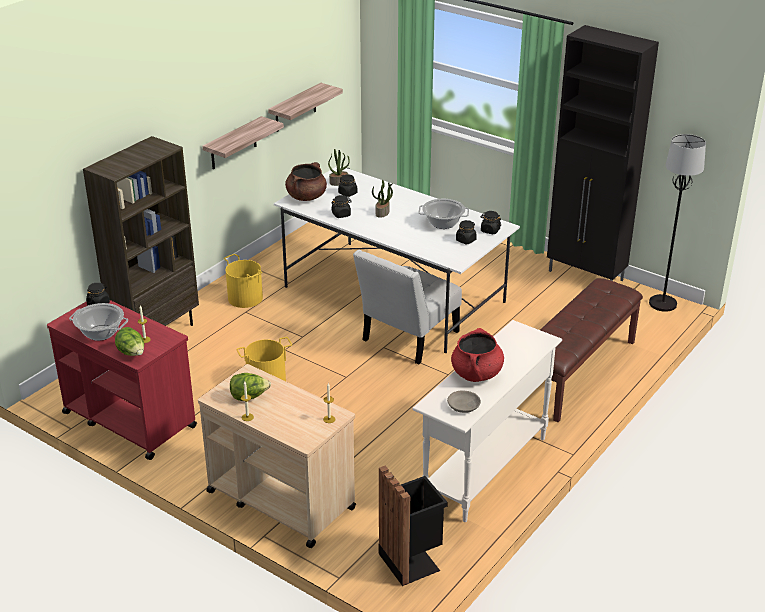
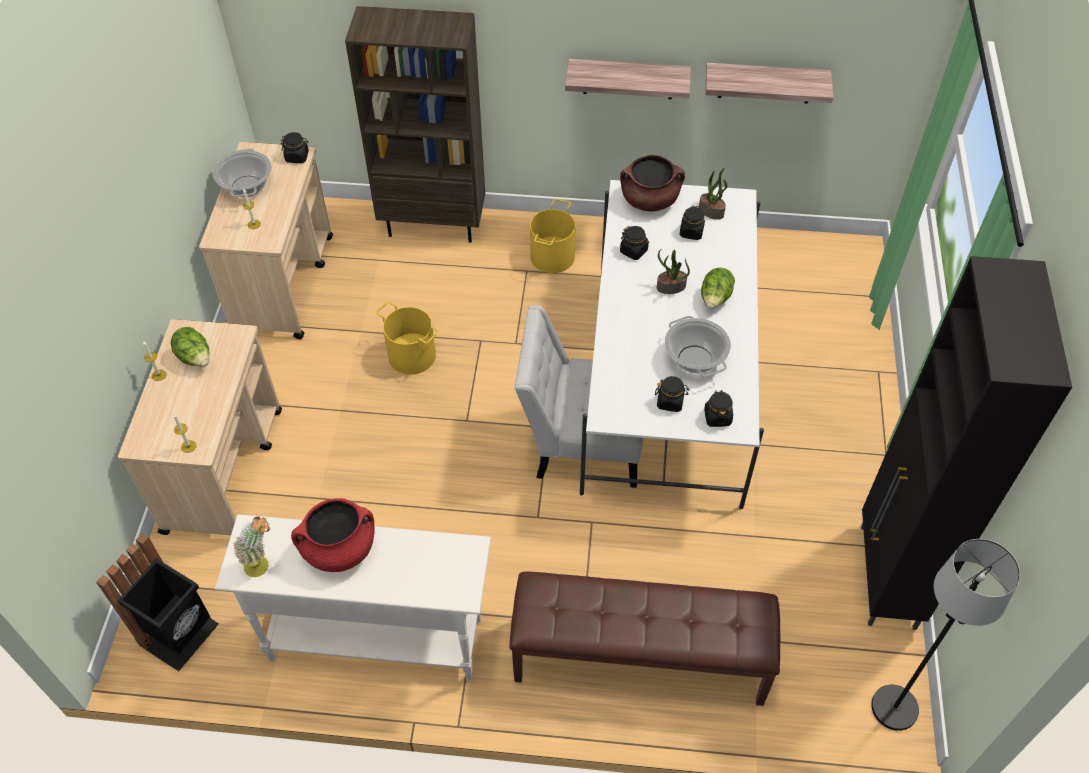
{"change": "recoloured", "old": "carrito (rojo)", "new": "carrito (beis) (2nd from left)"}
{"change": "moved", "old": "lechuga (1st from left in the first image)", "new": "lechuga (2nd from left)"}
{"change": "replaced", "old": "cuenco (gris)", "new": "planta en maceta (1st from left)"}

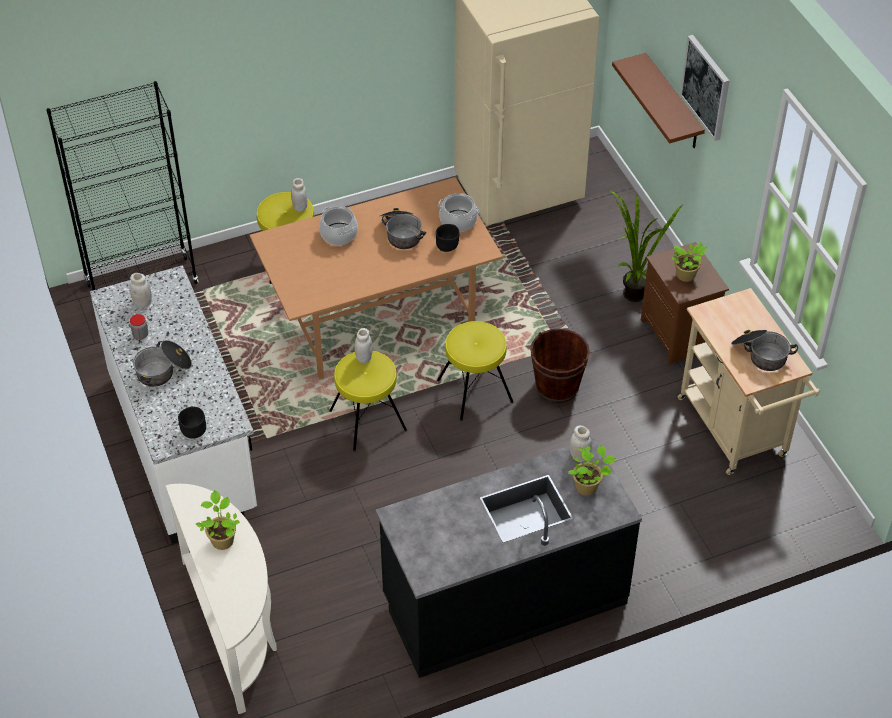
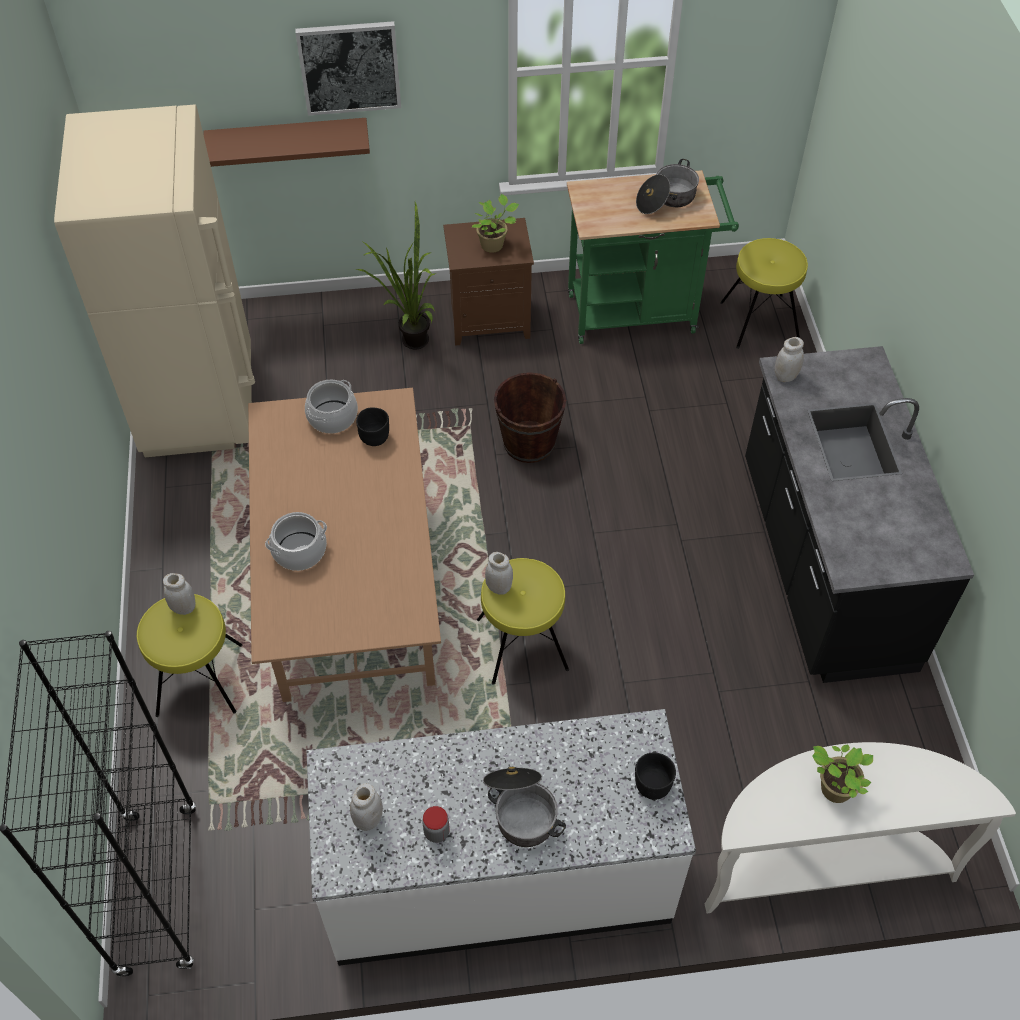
{"change": "removed", "old": "olla (3rd from left)"}
{"change": "moved", "old": "taburete (amarillo) (3rd from left)"}
{"change": "removed", "old": "planta en maceta (2nd from left)"}
{"change": "recoloured", "old": "carrito (beis)", "new": "carrito (verde)"}

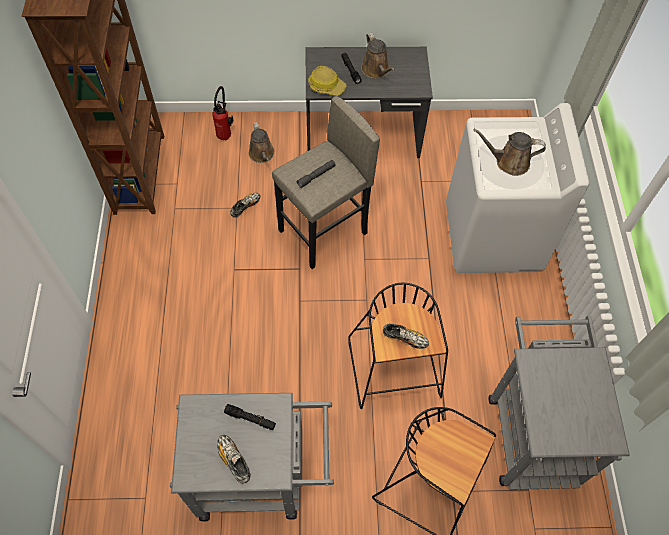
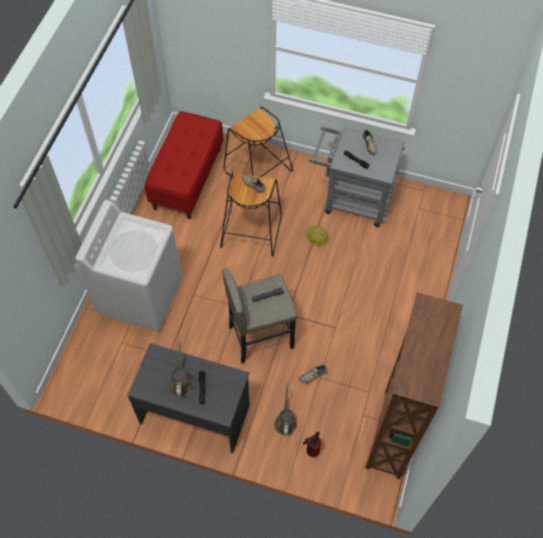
{"change": "moved", "old": "casco"}
{"change": "removed", "old": "regadera (marrón) (3rd from left)"}
{"change": "replaced", "old": "carrito (gris) (2nd from left)", "new": "banco (rojo)"}

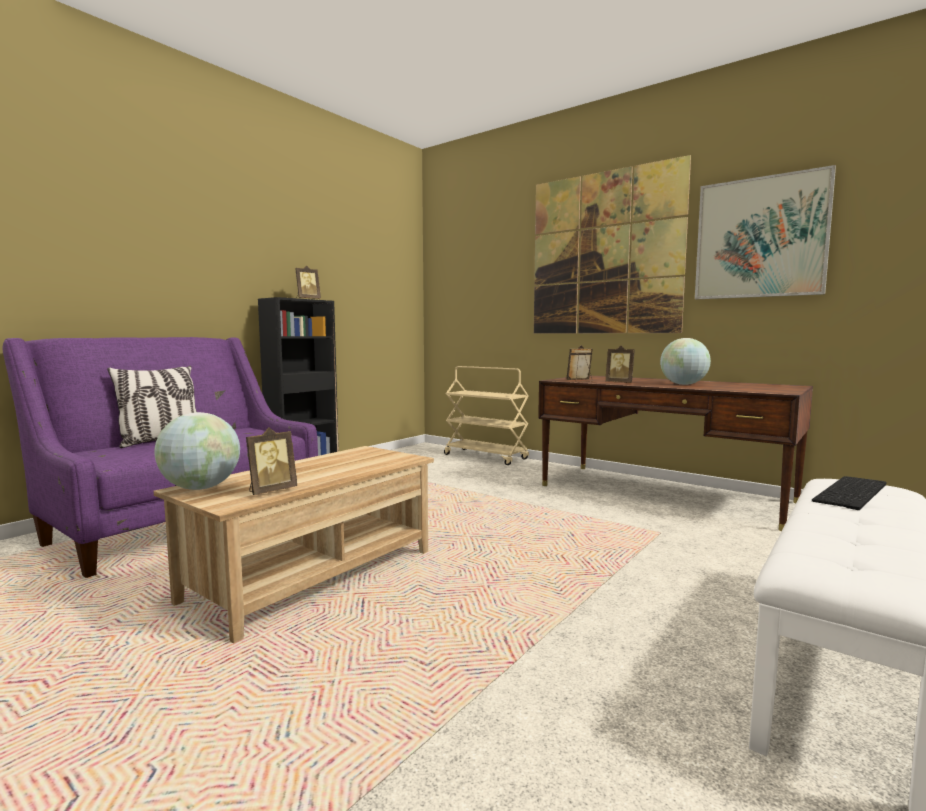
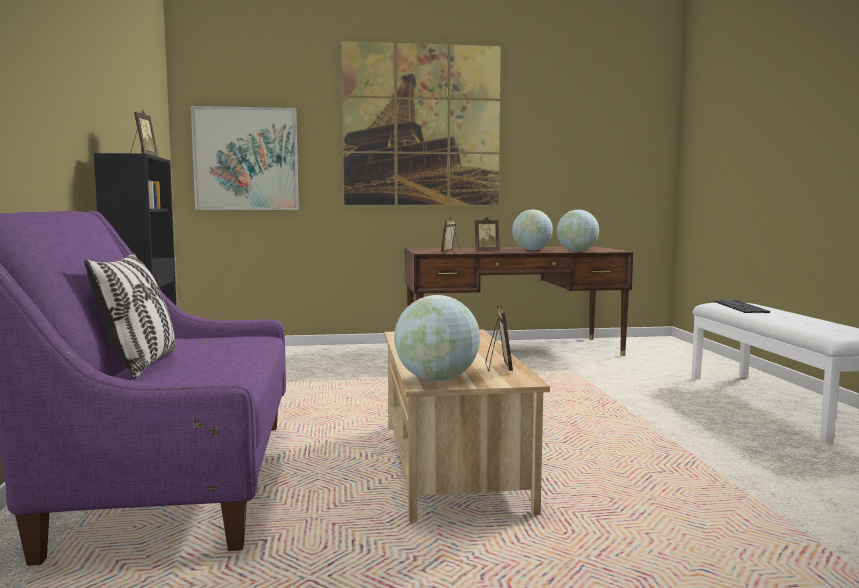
{"change": "removed", "old": "carrito (beis)"}
{"change": "moved", "old": "cuadro (2nd from left in the first image)", "new": "cuadro (1st from left)"}
{"change": "added", "new": "globo terráqueo (3rd from left)"}

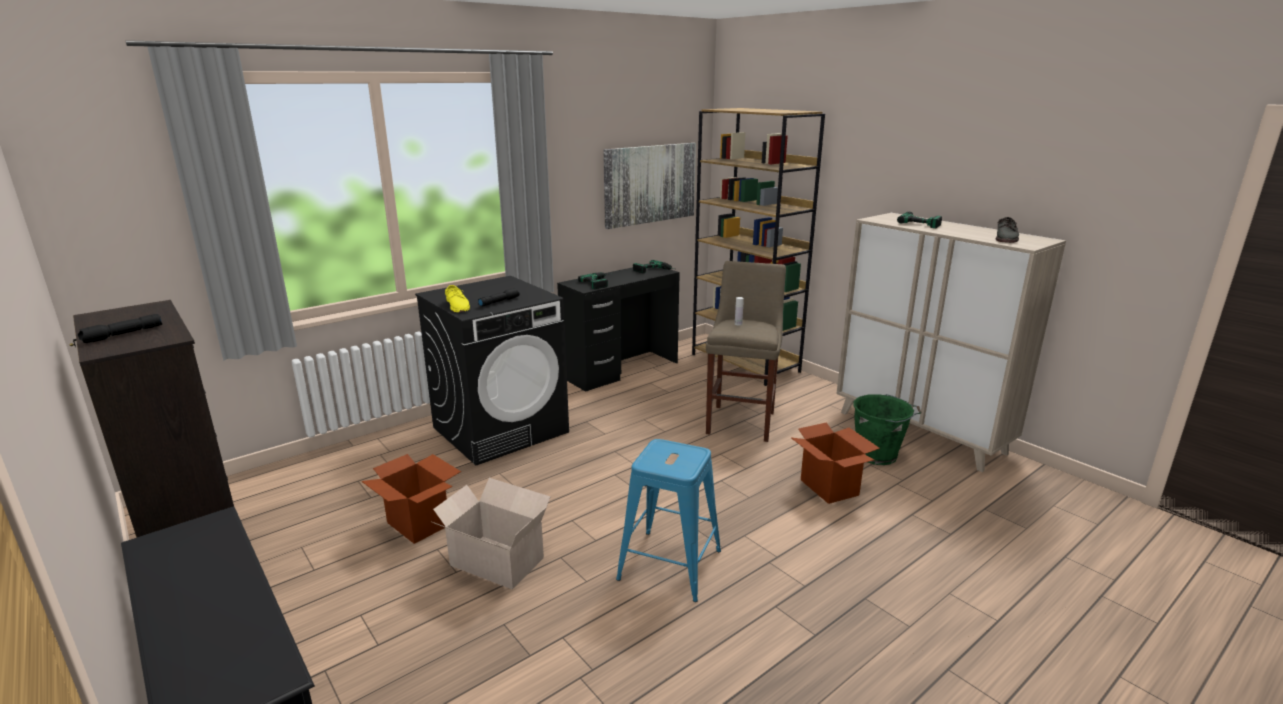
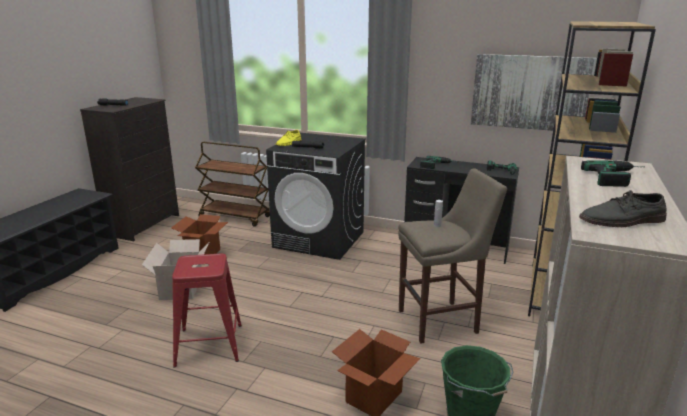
{"change": "recoloured", "old": "taburete (azul)", "new": "taburete (rojo)"}
{"change": "added", "new": "carrito (marrón)"}

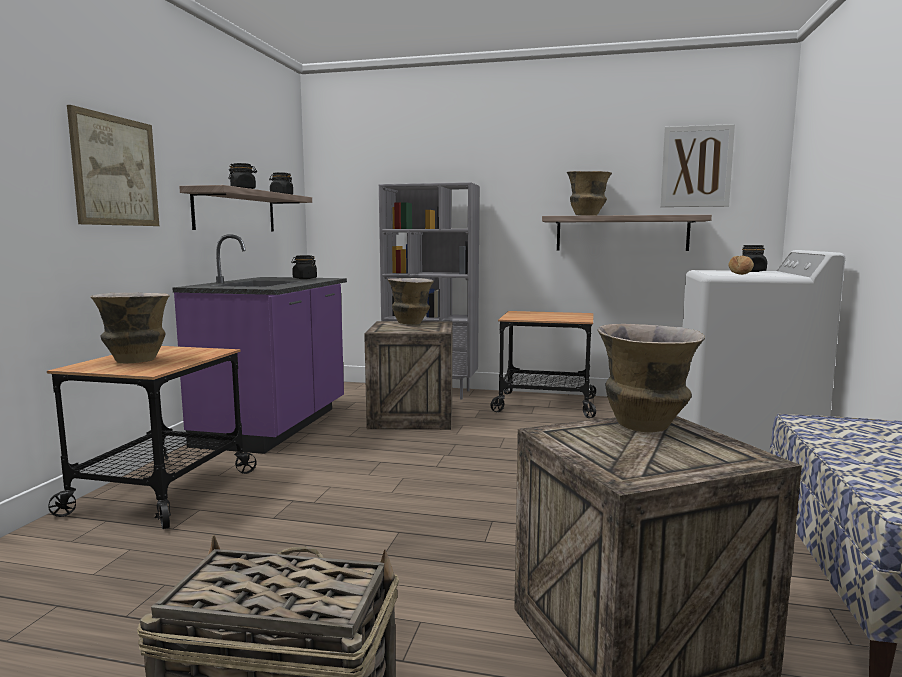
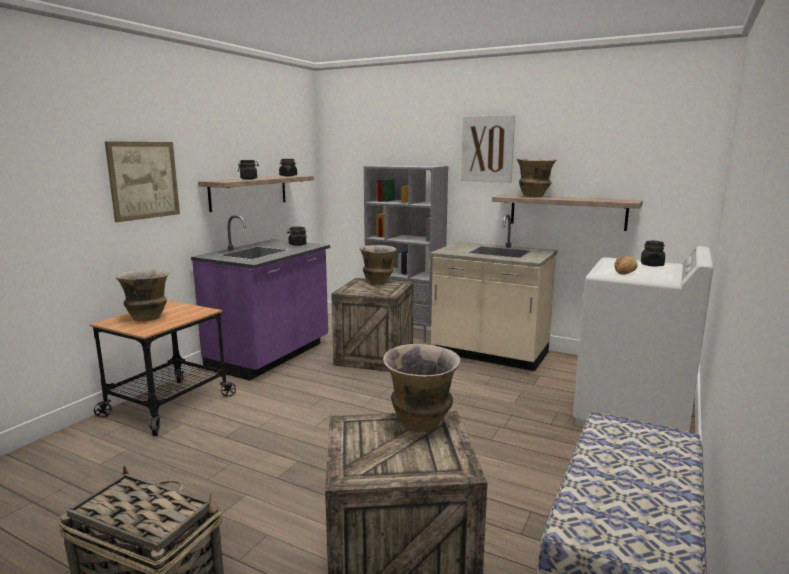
{"change": "replaced", "old": "carrito (2nd from left)", "new": "mueble bajo de cocina (beis)"}
{"change": "moved", "old": "cuadro (2nd from left)"}

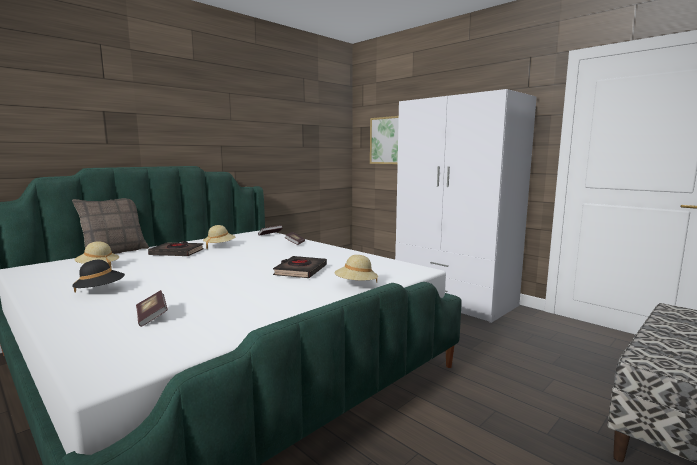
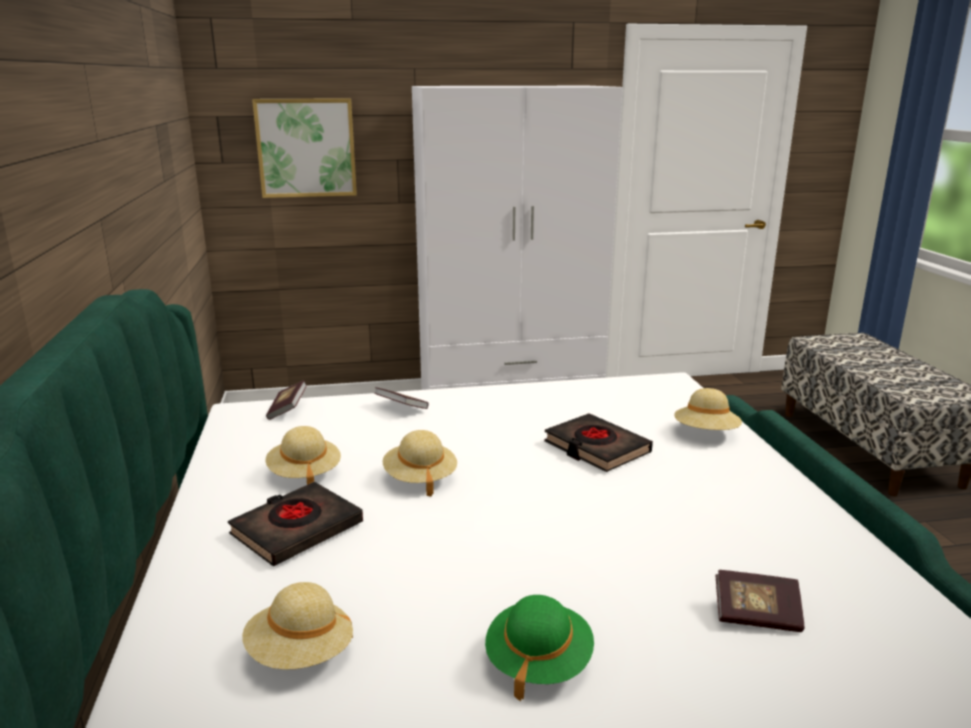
{"change": "removed", "old": "cojín"}
{"change": "recoloured", "old": "sombrero (negro)", "new": "sombrero (verde)"}
{"change": "added", "new": "sombrero (beis) (3rd from left)"}

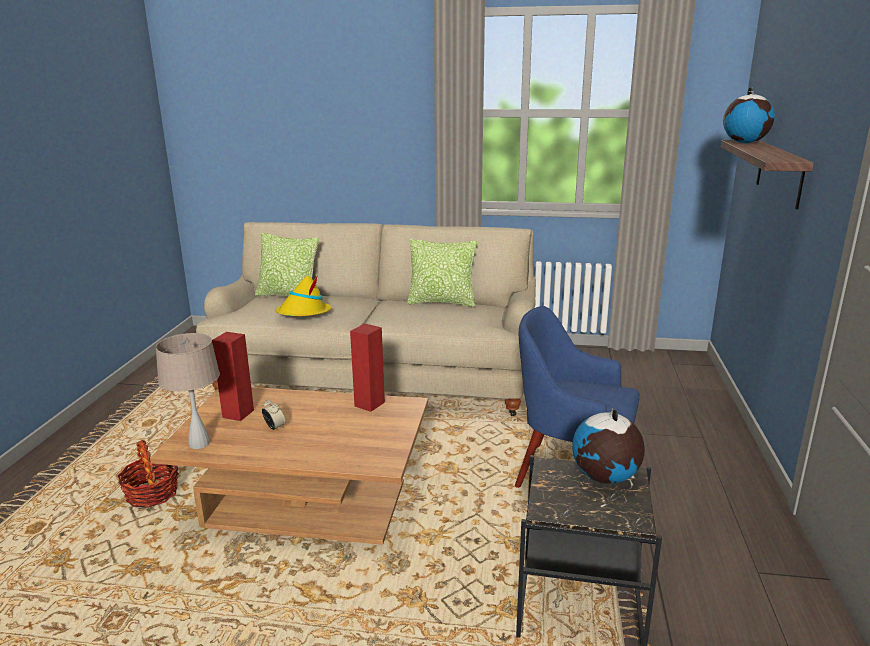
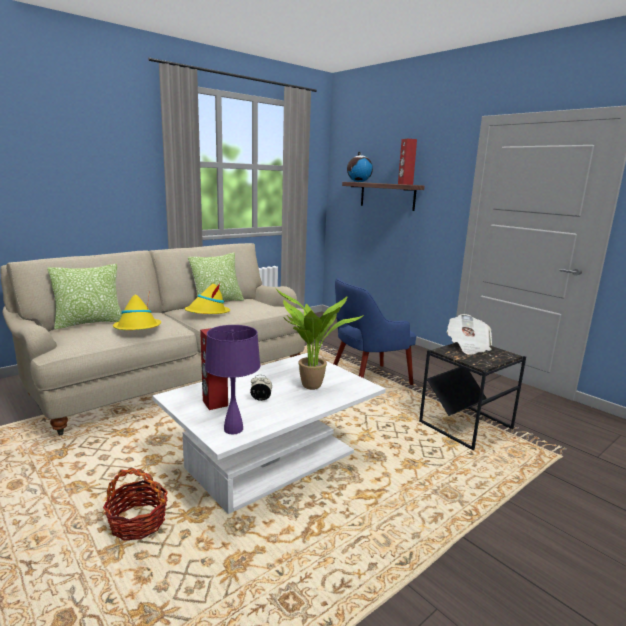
{"change": "recoloured", "old": "mesa de centro (marrón)", "new": "mesa de centro (blanco)"}
{"change": "recoloured", "old": "lámpara de mesa (beis)", "new": "lámpara de mesa (morado)"}
{"change": "moved", "old": "altavoz (rojo) (2nd from left)"}
{"change": "replaced", "old": "globo terráqueo (1st from left)", "new": "periódico"}
{"change": "added", "new": "sombrero (amarillo) (2nd from left)"}
{"change": "added", "new": "planta en maceta"}

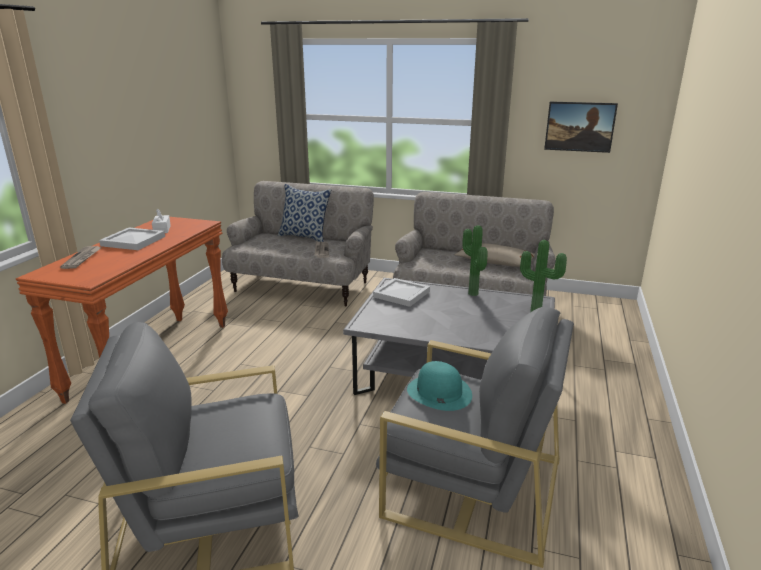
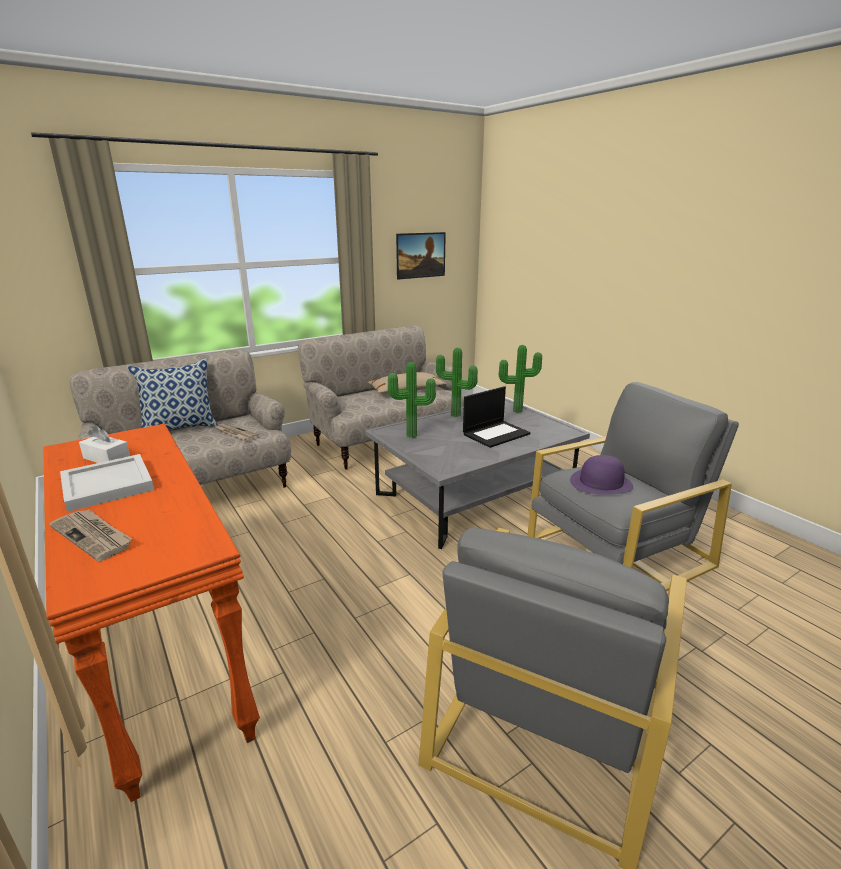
{"change": "replaced", "old": "bandeja (blanco) (2nd from left)", "new": "planta en maceta (1st from left)"}
{"change": "recoloured", "old": "sombrero (turquesa)", "new": "sombrero (morado)"}
{"change": "added", "new": "portátil"}

